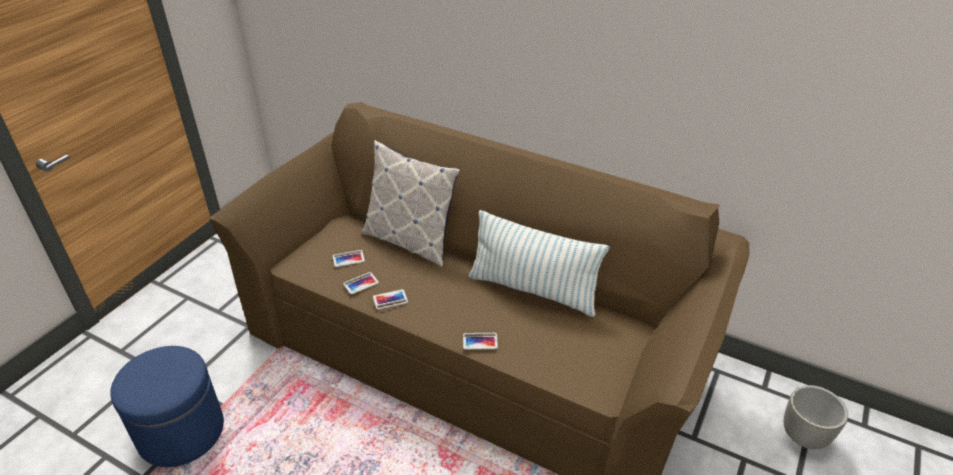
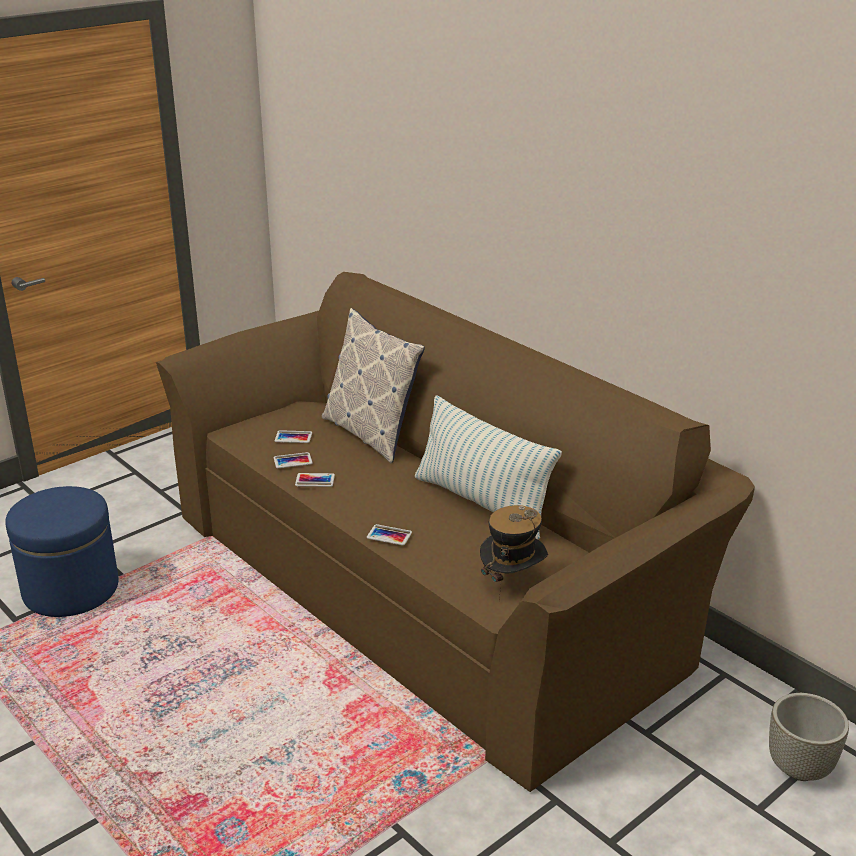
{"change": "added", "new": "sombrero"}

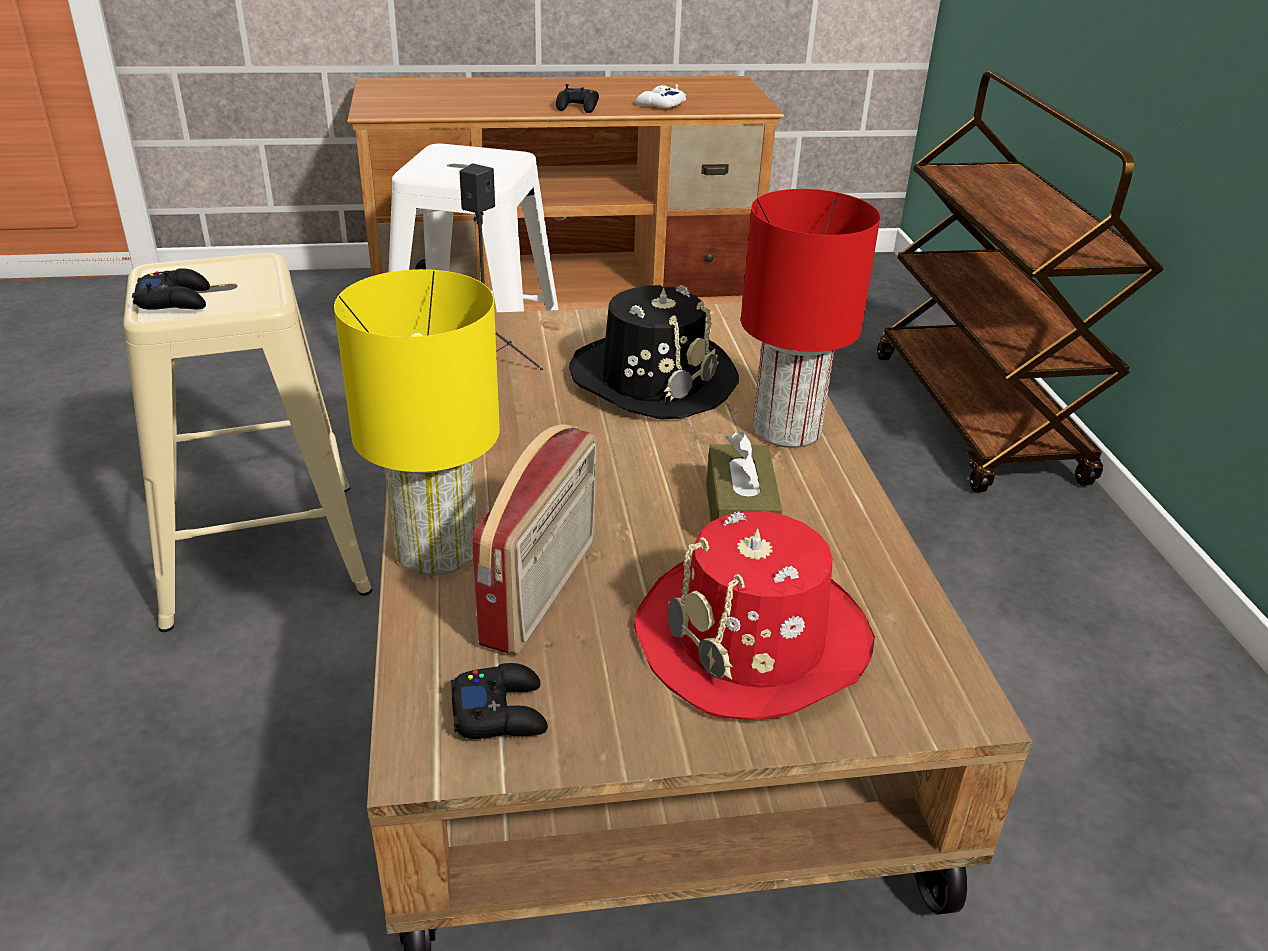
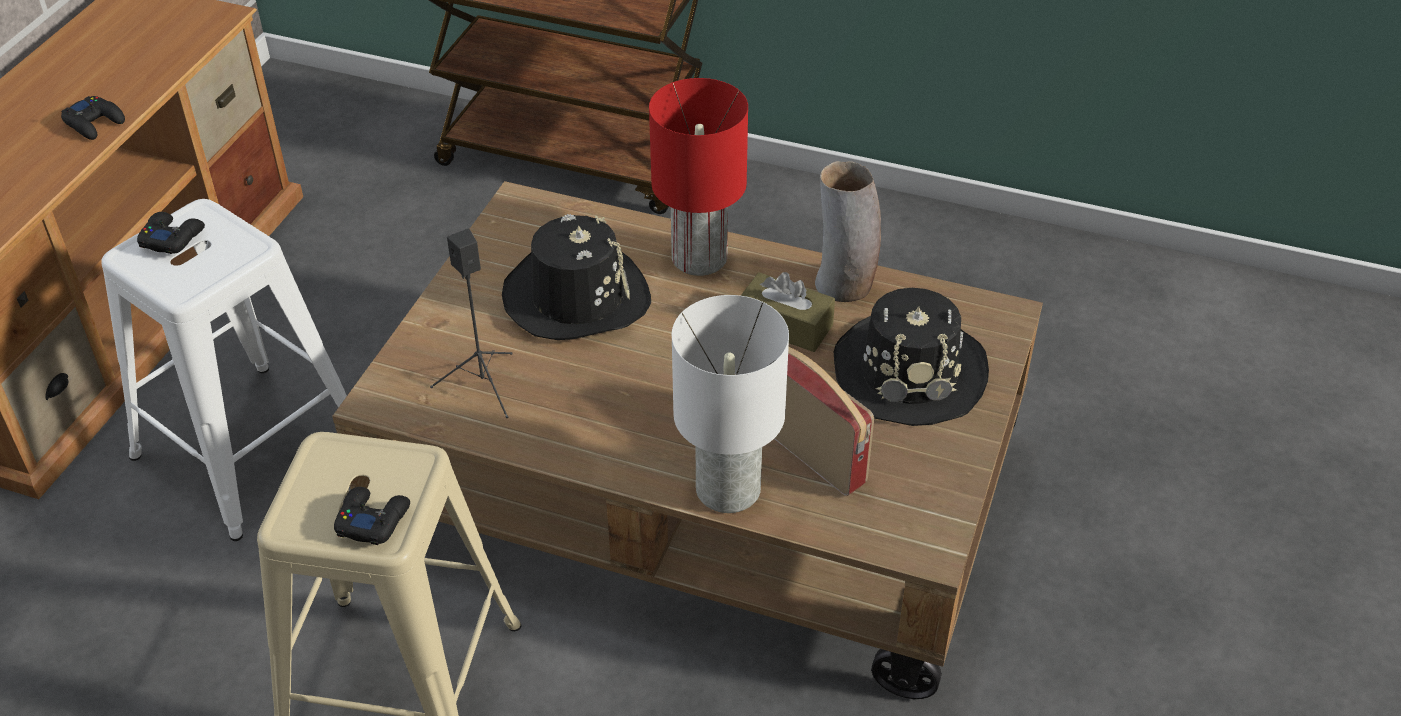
{"change": "recoloured", "old": "lámpara de mesa (amarillo)", "new": "lámpara de mesa (blanco)"}
{"change": "moved", "old": "mando de consola (negro) (2nd from left)"}
{"change": "recoloured", "old": "sombrero (rojo)", "new": "sombrero (negro) (2nd from left)"}
{"change": "removed", "old": "mando de consola (blanco)"}
{"change": "added", "new": "florero"}

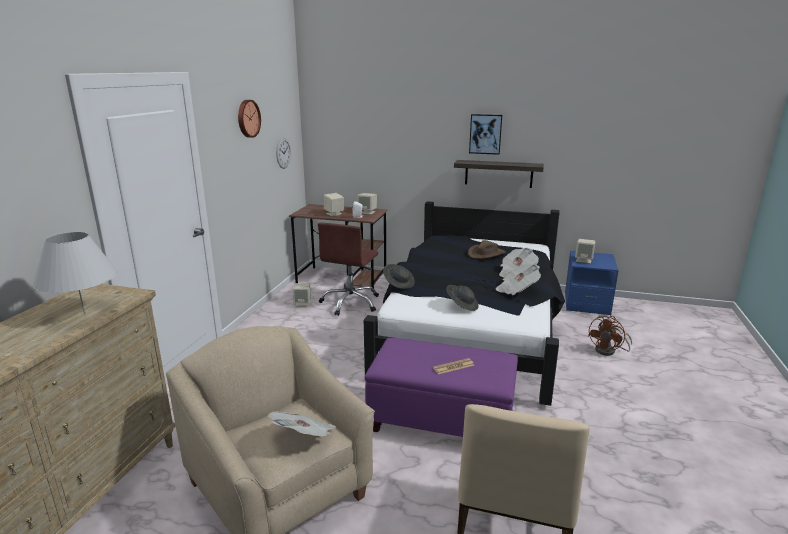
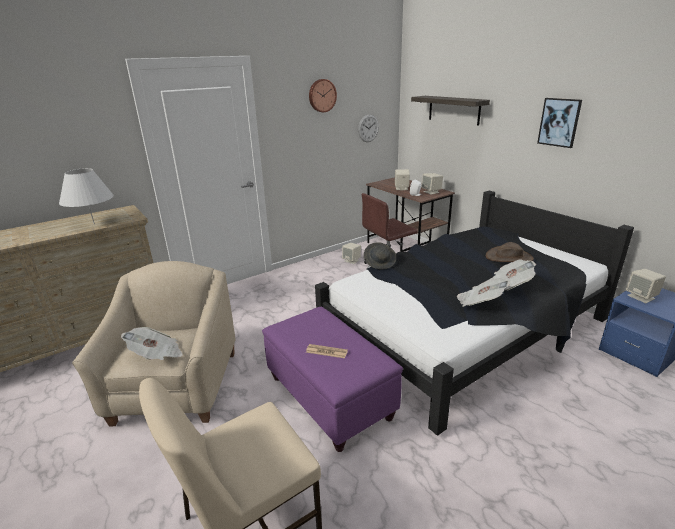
{"change": "removed", "old": "sombrero (gris) (2nd from left)"}
{"change": "moved", "old": "estante"}
{"change": "removed", "old": "ventilador (marrón)"}

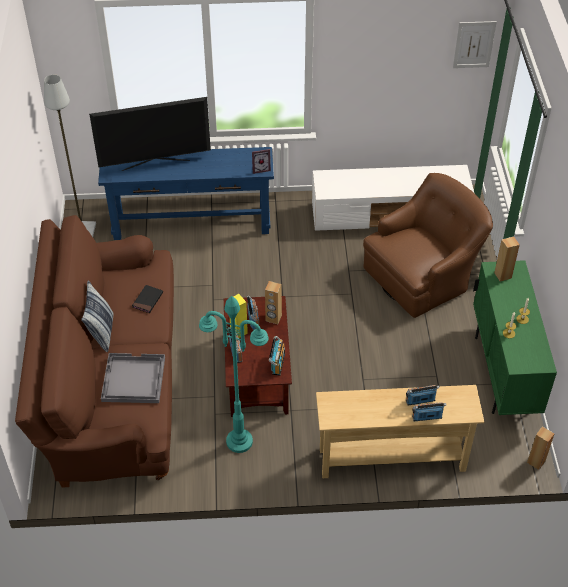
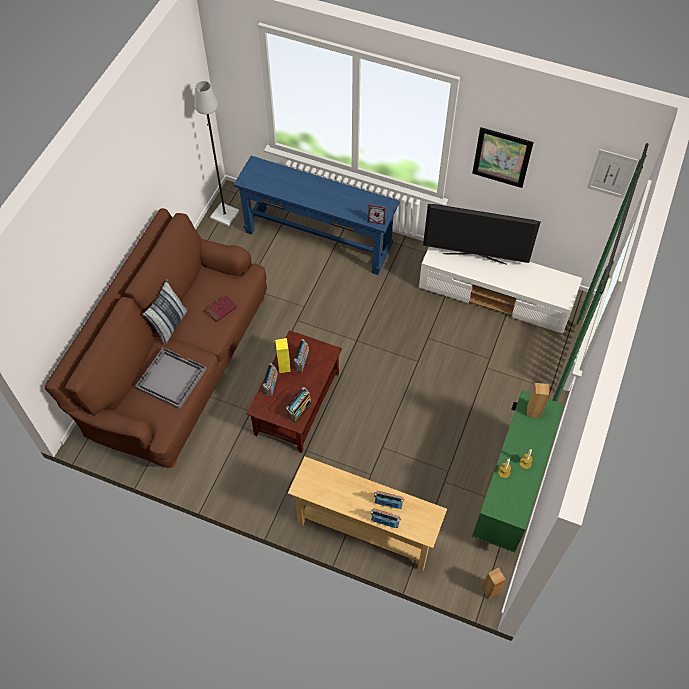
{"change": "moved", "old": "televisor"}
{"change": "recoloured", "old": "libro (negro)", "new": "libro (rojo)"}
{"change": "removed", "old": "lámpara de pie (turquesa)"}
{"change": "removed", "old": "altavoz (marrón) (1st from left)"}
{"change": "removed", "old": "sillón (marrón)"}
{"change": "added", "new": "cuadro (1st from left)"}

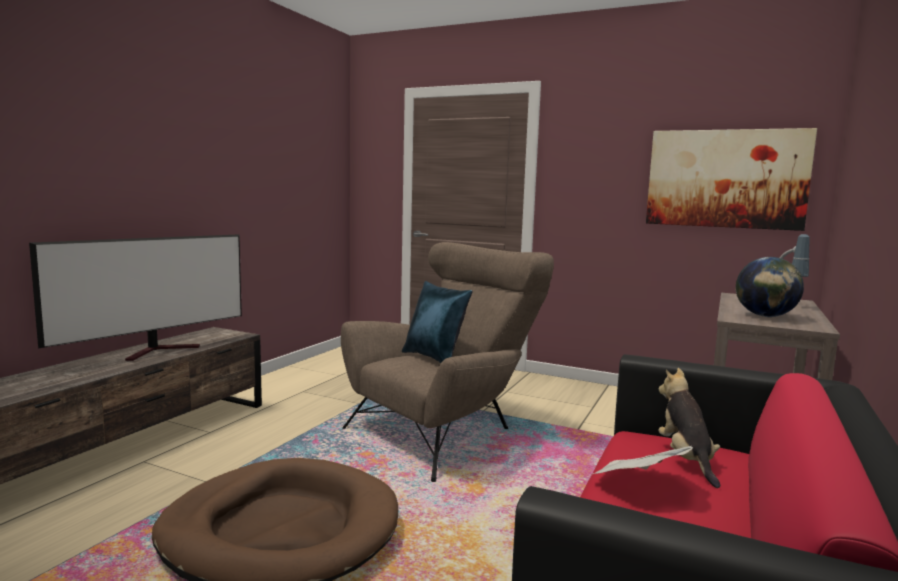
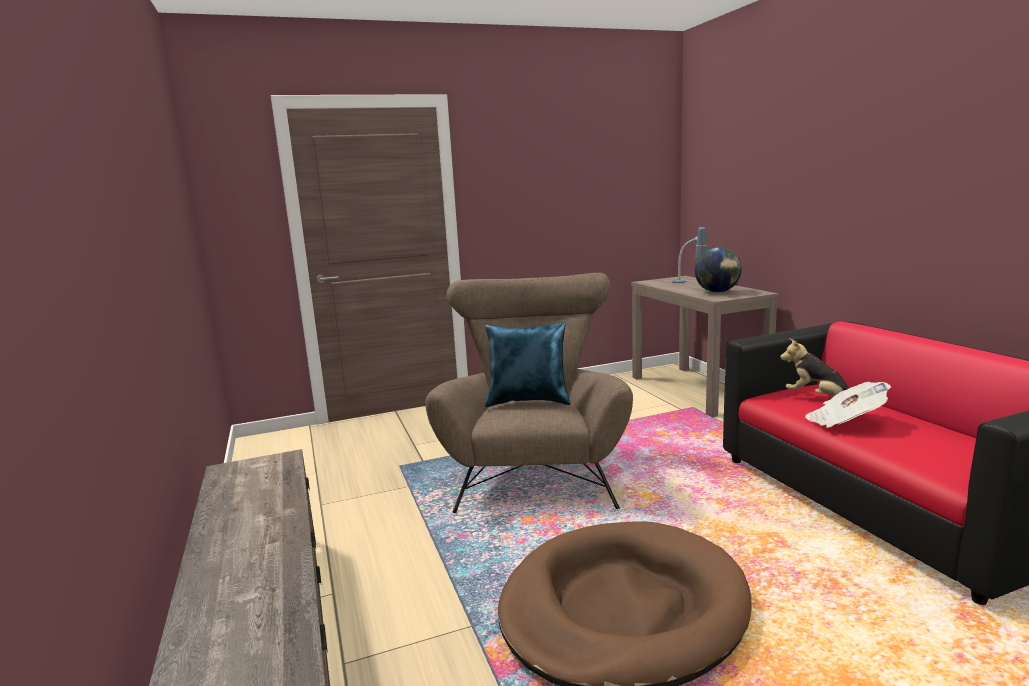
{"change": "removed", "old": "televisor"}
{"change": "removed", "old": "cuadro"}

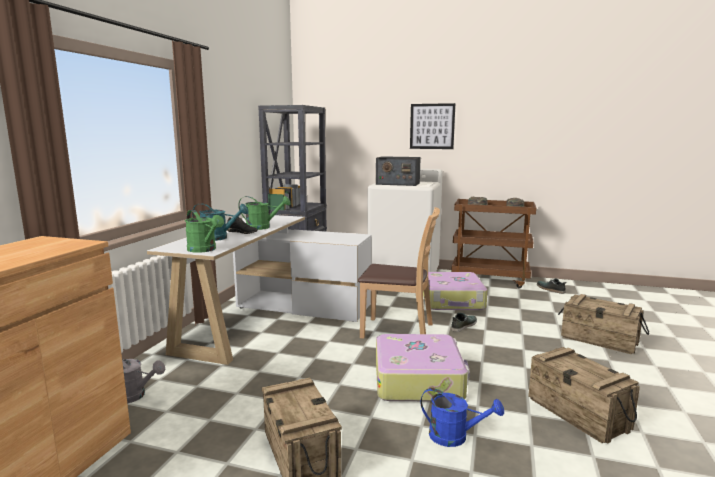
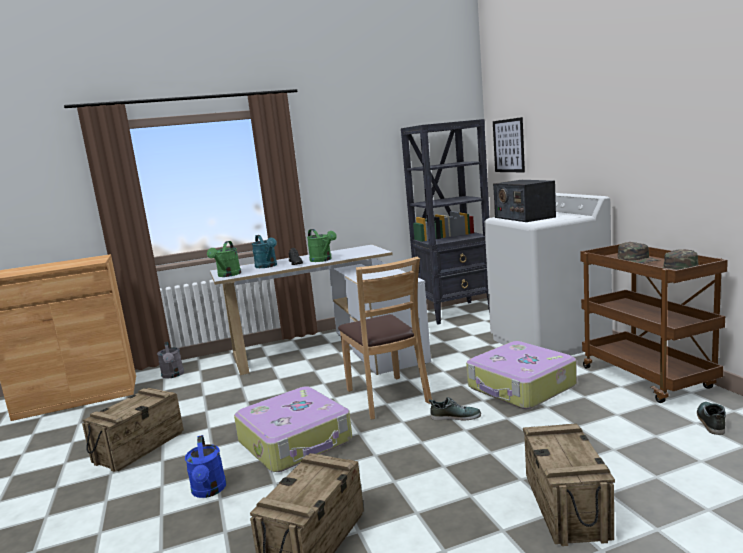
{"change": "moved", "old": "cuadro"}

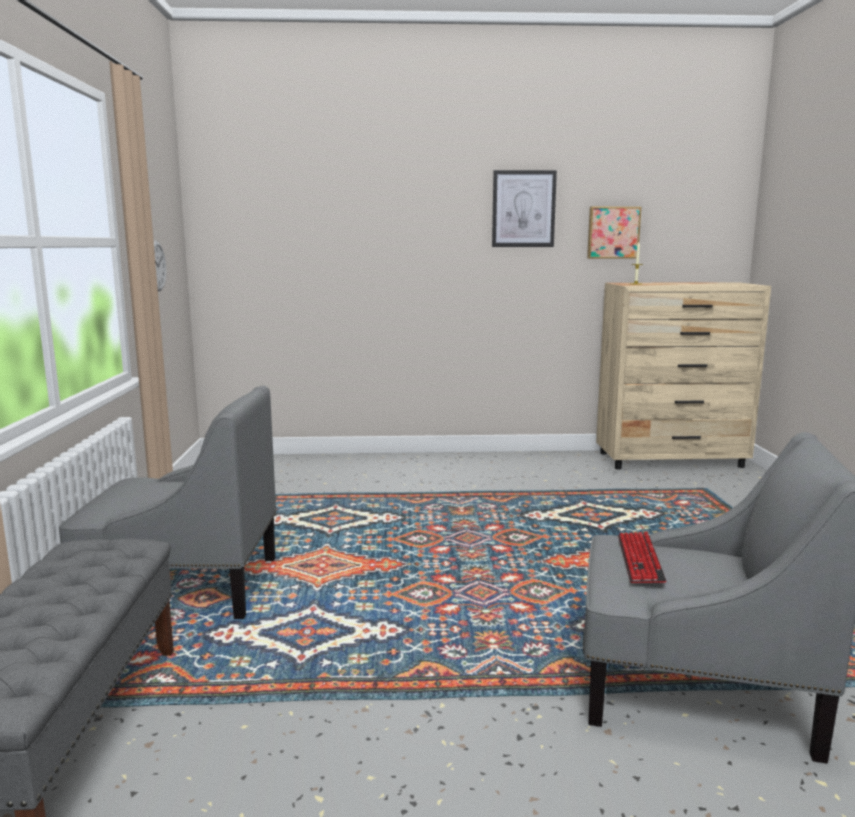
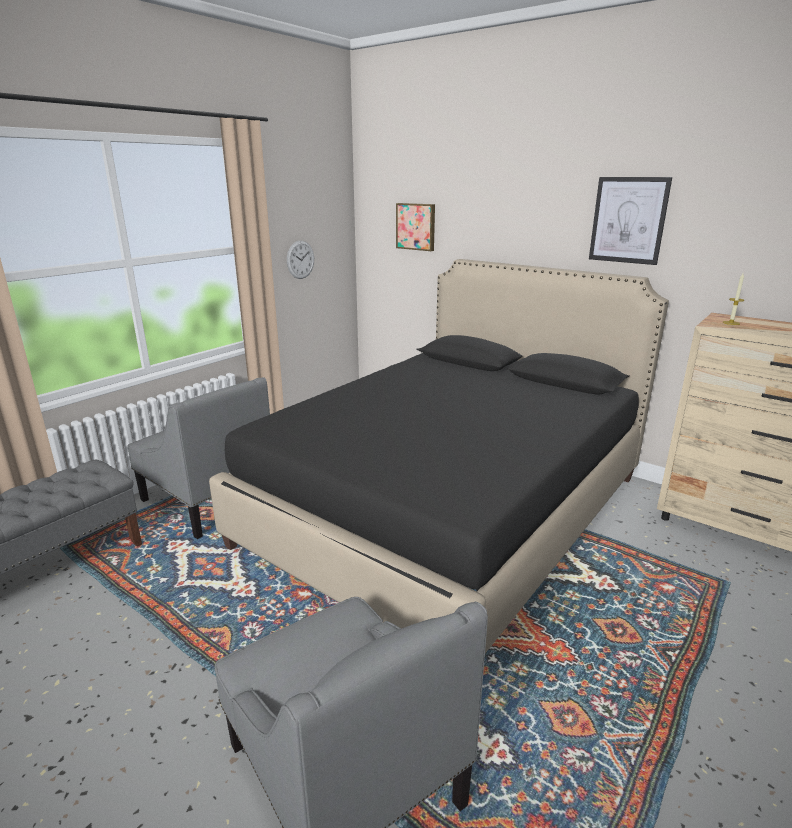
{"change": "moved", "old": "cuadro (2nd from left in the first image)", "new": "cuadro (1st from left)"}
{"change": "removed", "old": "teclado"}
{"change": "added", "new": "cama (negro)"}

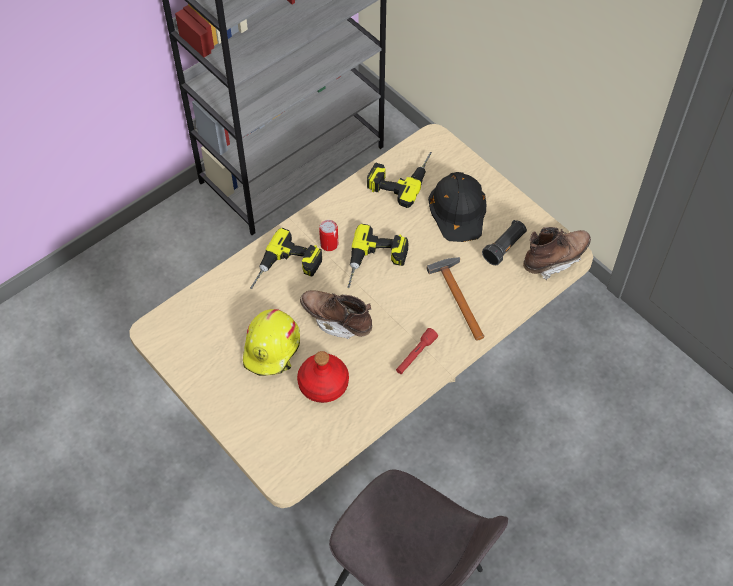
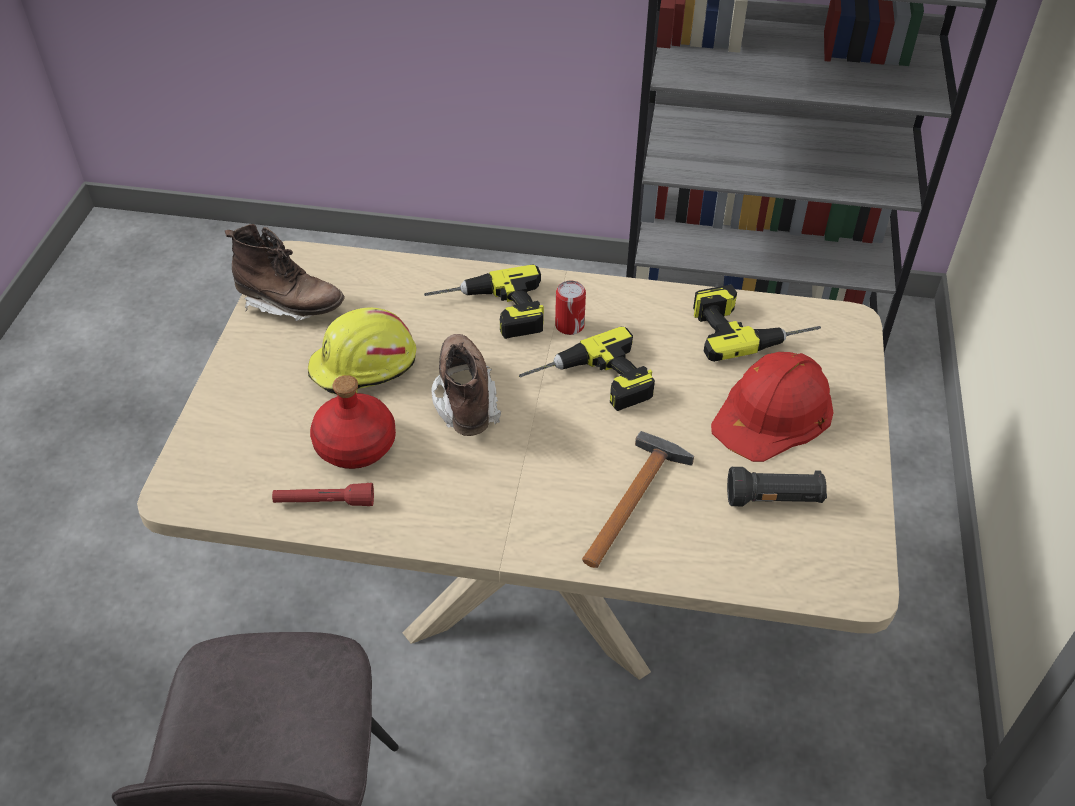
{"change": "moved", "old": "linterna (rojo)"}
{"change": "recoloured", "old": "casco (negro)", "new": "casco (rojo)"}
{"change": "moved", "old": "bota (marrón) (2nd from left in the first image)", "new": "bota (marrón) (1st from left)"}

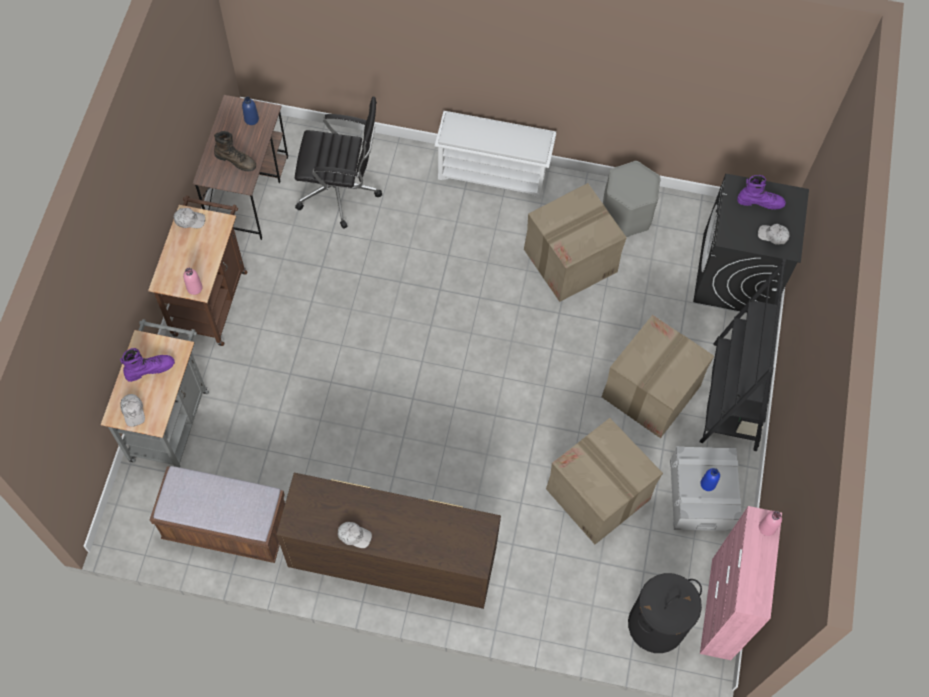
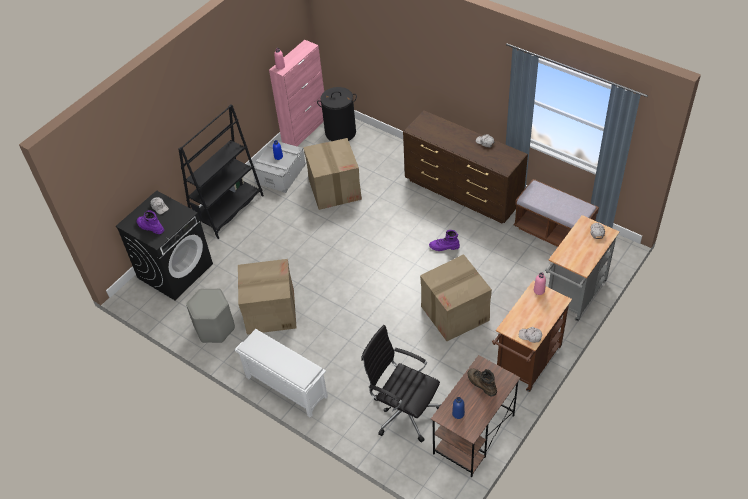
{"change": "moved", "old": "bota (morado) (1st from left in the first image)", "new": "bota (morado) (2nd from left)"}
{"change": "moved", "old": "caja de cartón (3rd from left)"}

